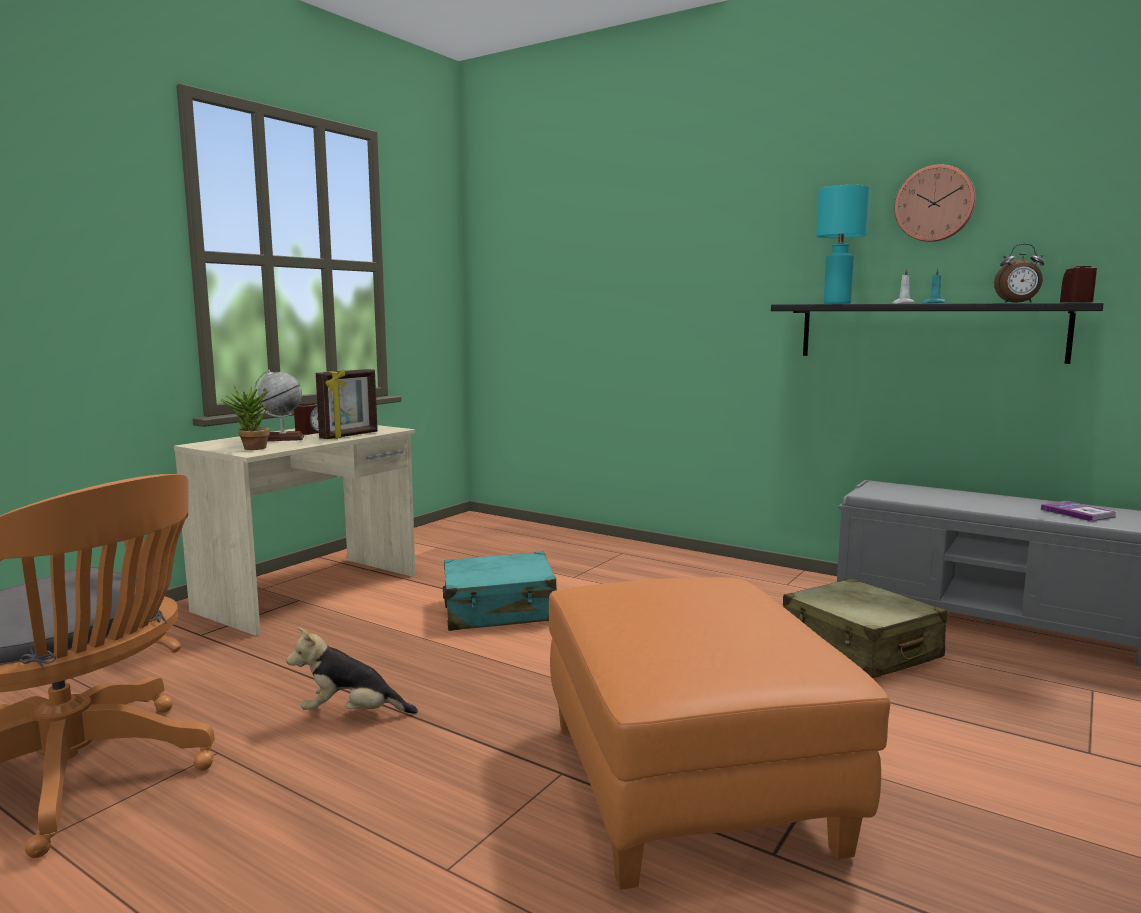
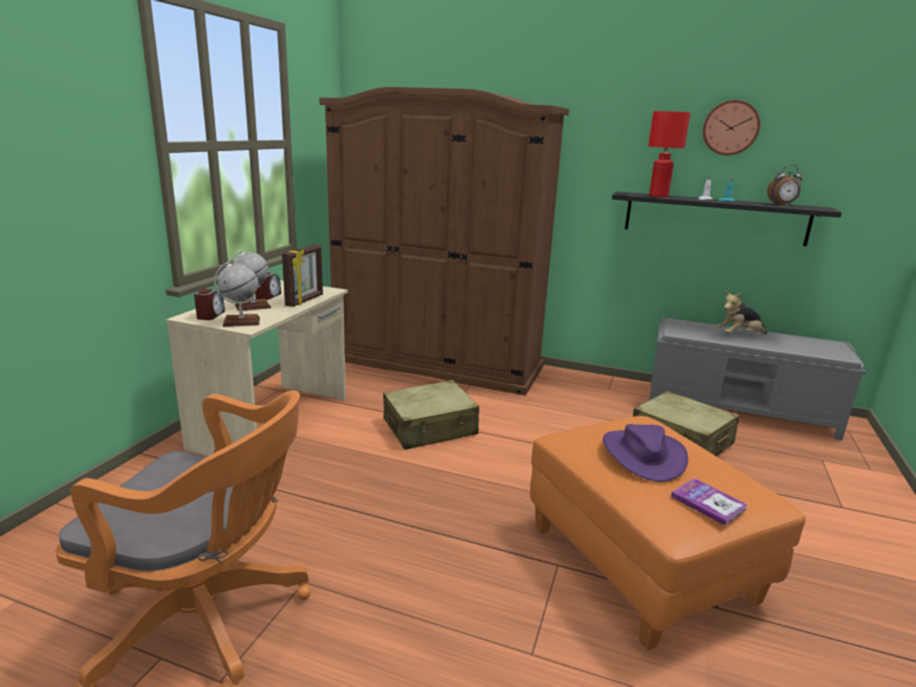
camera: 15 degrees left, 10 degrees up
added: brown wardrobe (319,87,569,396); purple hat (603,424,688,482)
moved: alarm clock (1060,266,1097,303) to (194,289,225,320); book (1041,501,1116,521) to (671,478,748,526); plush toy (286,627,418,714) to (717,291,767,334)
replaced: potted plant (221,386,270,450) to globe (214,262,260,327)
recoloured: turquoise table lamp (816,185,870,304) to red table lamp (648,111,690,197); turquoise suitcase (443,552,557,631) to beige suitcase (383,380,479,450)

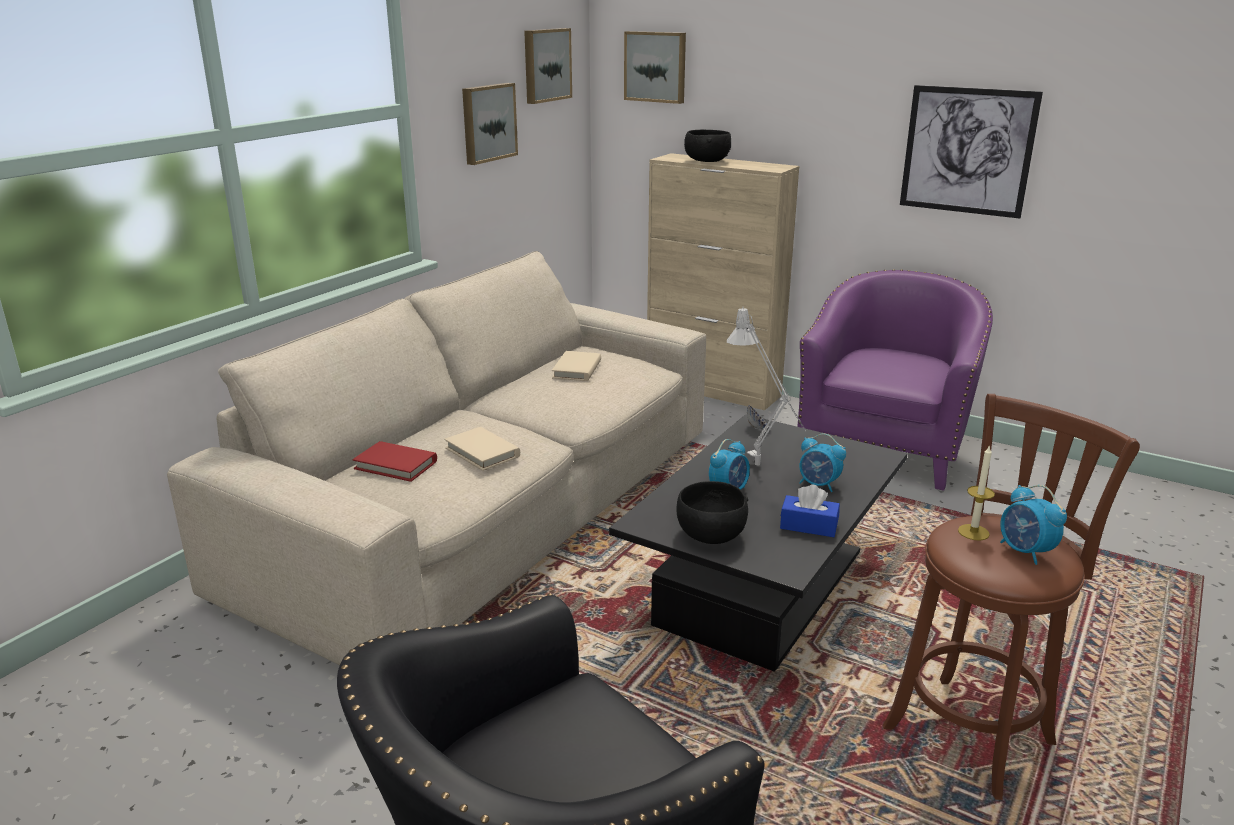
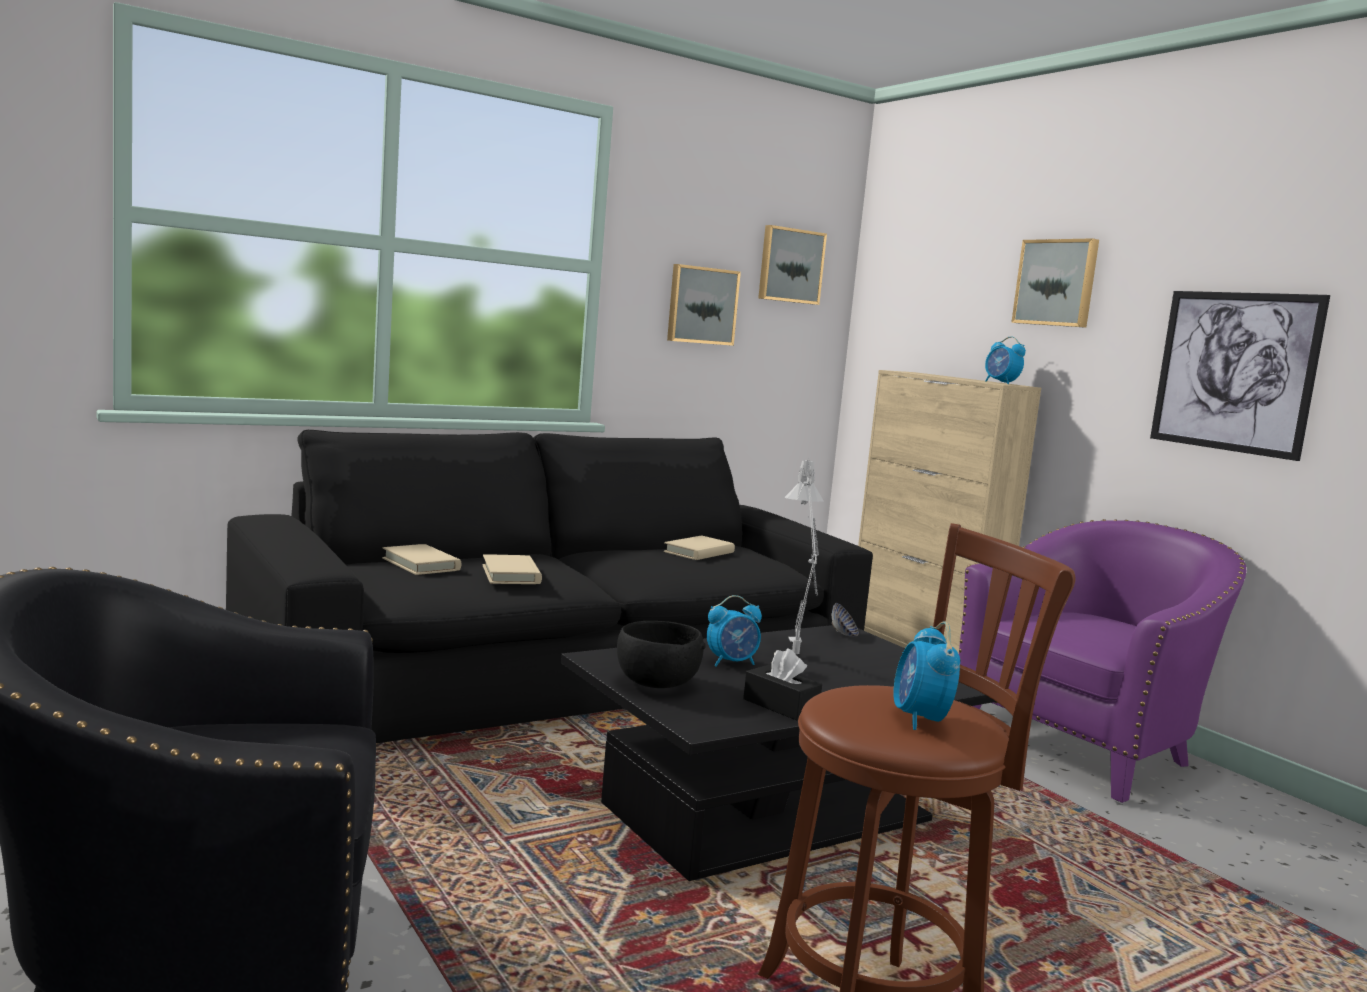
camera: 25 degrees right, 15 degrees down
removed: black bowl (684,130,731,162); candle (958,445,995,541)
moved: picture (624,31,686,104) to (1011,238,1099,328); alarm clock (799,433,846,492) to (985,336,1026,384)
recoloured: beige sofa (167,251,706,665) to black sofa (226,430,873,743); red book (353,441,437,482) to beige book (382,544,462,575); blue tissue box (780,485,840,537) to black tissue box (743,649,822,721)

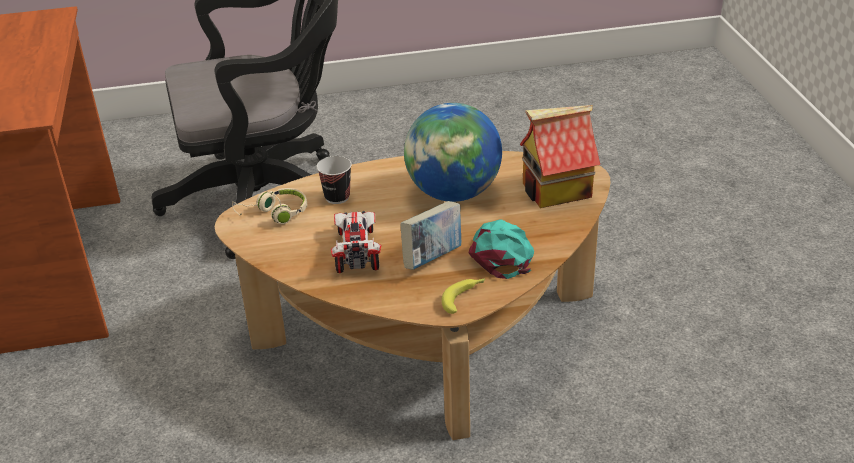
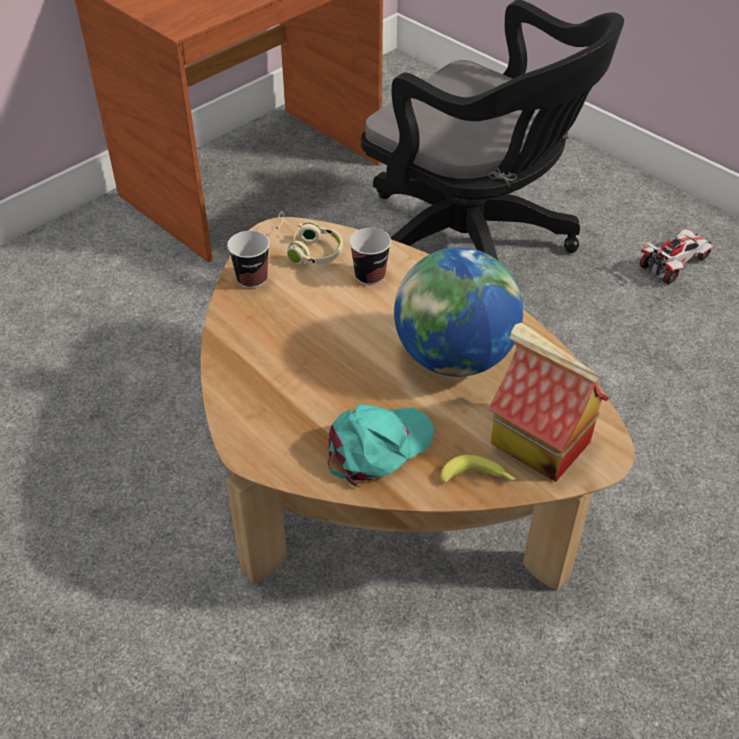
camera: 55 degrees right, 10 degrees up
removed: book (400,201,461,270)
added: cup (227,231,270,289)
moved: toy car (331,210,382,273) to (640,229,714,284); banana (441,278,485,314) to (440,455,516,483)

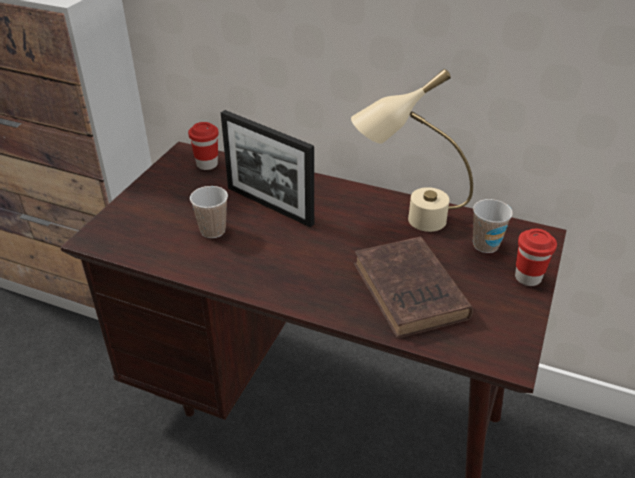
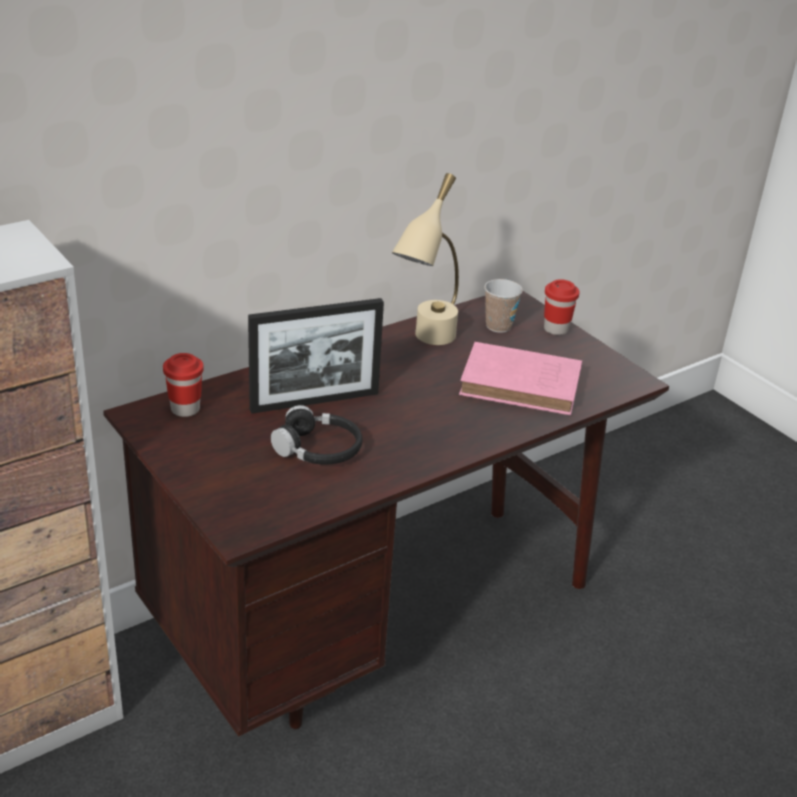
camera: 60 degrees left, 5 degrees down
replaced: cup (190,186,228,238) to black headphones (271,405,362,465)
recoloured: brown book (354,237,474,339) to pink book (459,342,582,416)

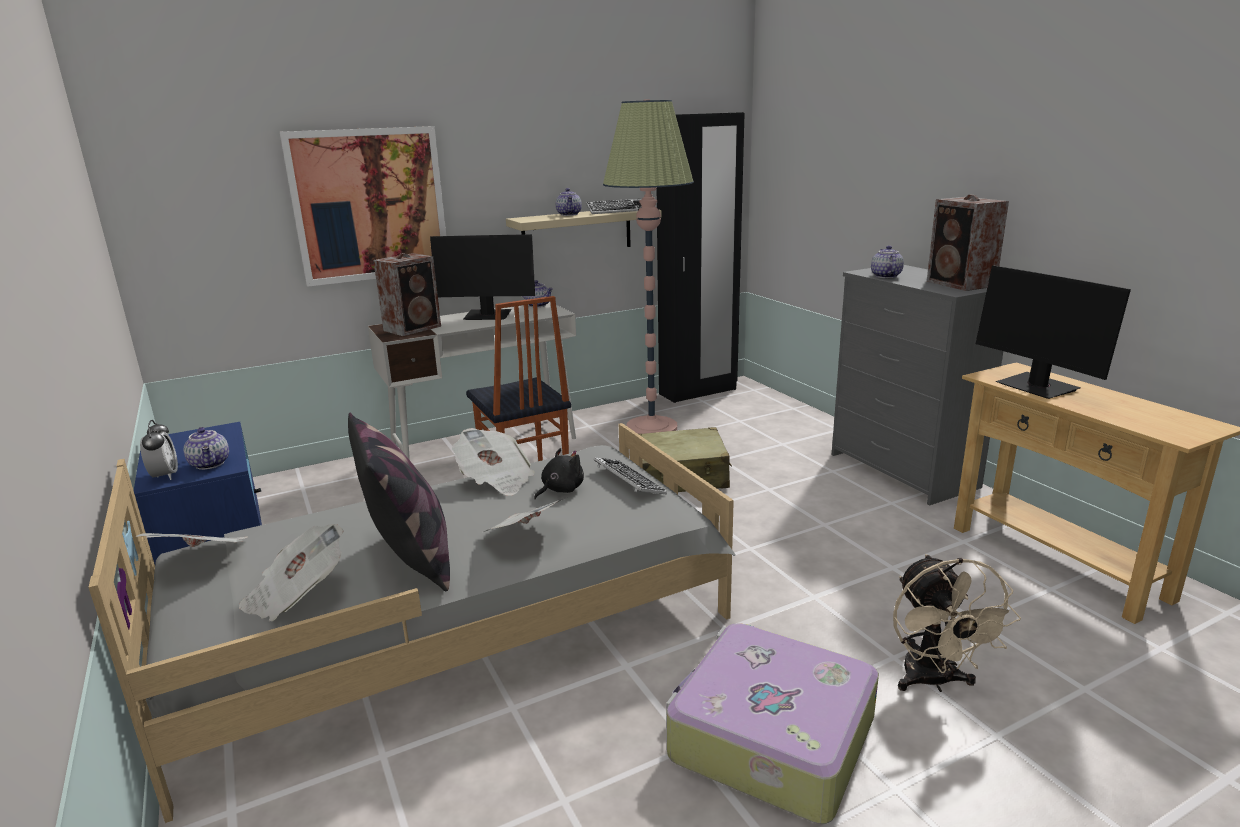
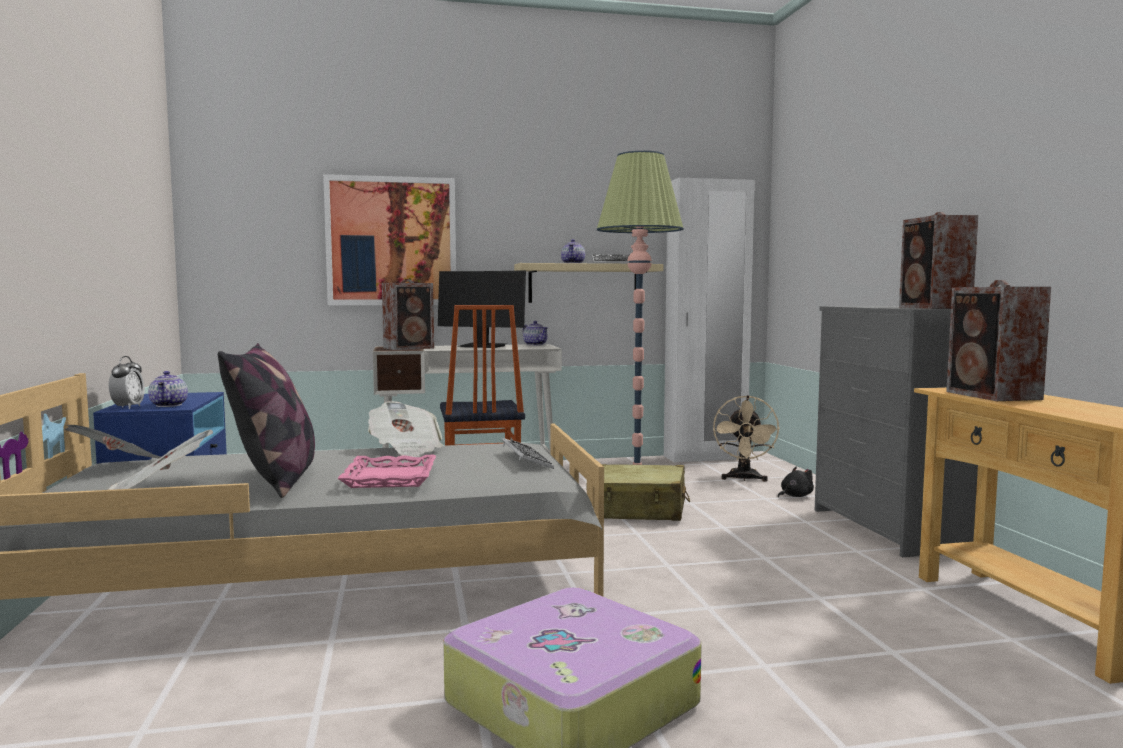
camera: 15 degrees right, 15 degrees down
removed: teapot (871,246,904,278)
moved: black plush toy (534,448,584,500) to (778,466,814,497); beige fan (893,554,1021,692) to (713,395,780,482)
replaced: monitor (976,265,1131,399) to speaker (946,280,1051,401); newspaper (484,497,568,532) to pink tray (337,455,436,488)
recoloured: black wardrobe (657,112,745,403) to white wardrobe (664,178,755,462)

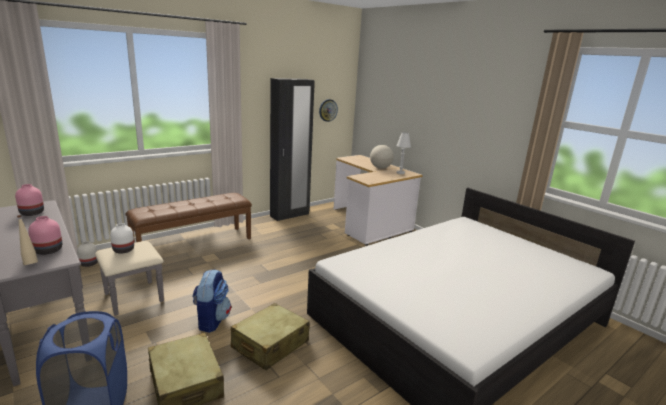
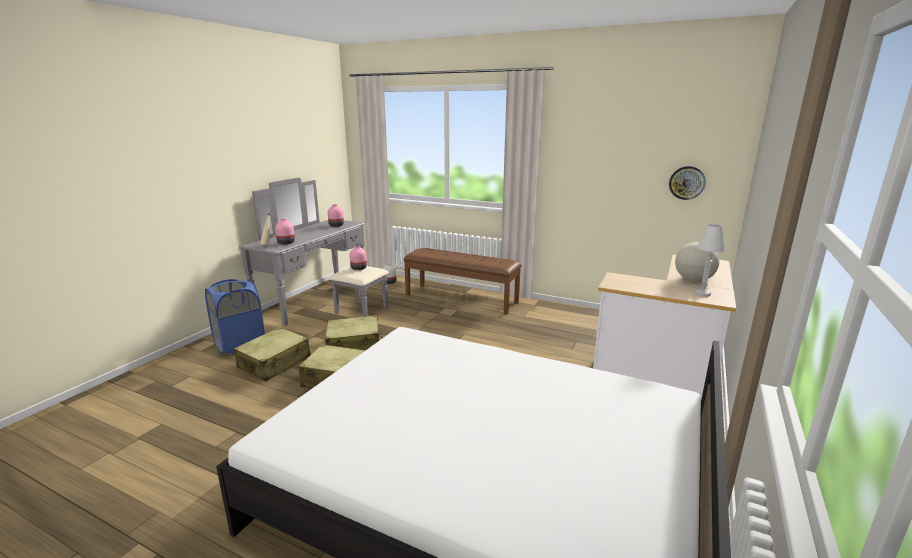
camera: 65 degrees right, 0 degrees up
removed: black wardrobe (270,78,315,221)
replaced: backpack (192,270,231,333) to beige suitcase (325,315,383,350)
recoloured: white vase (110,223,134,254) to pink vase (350,246,367,270)

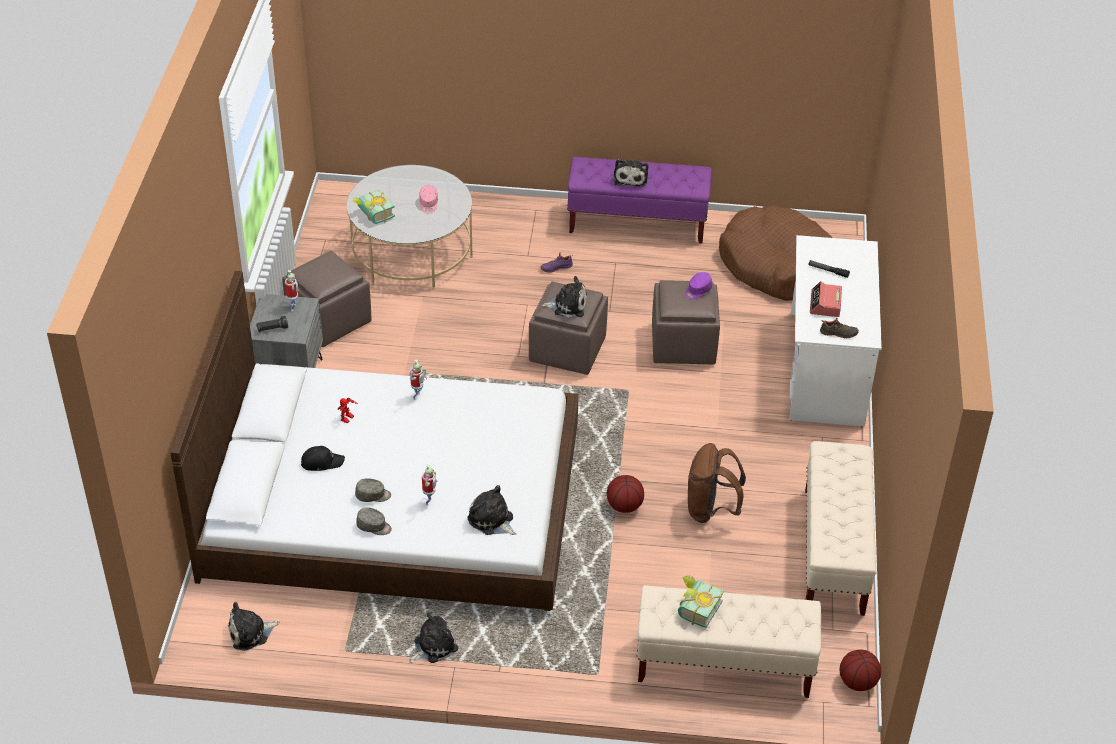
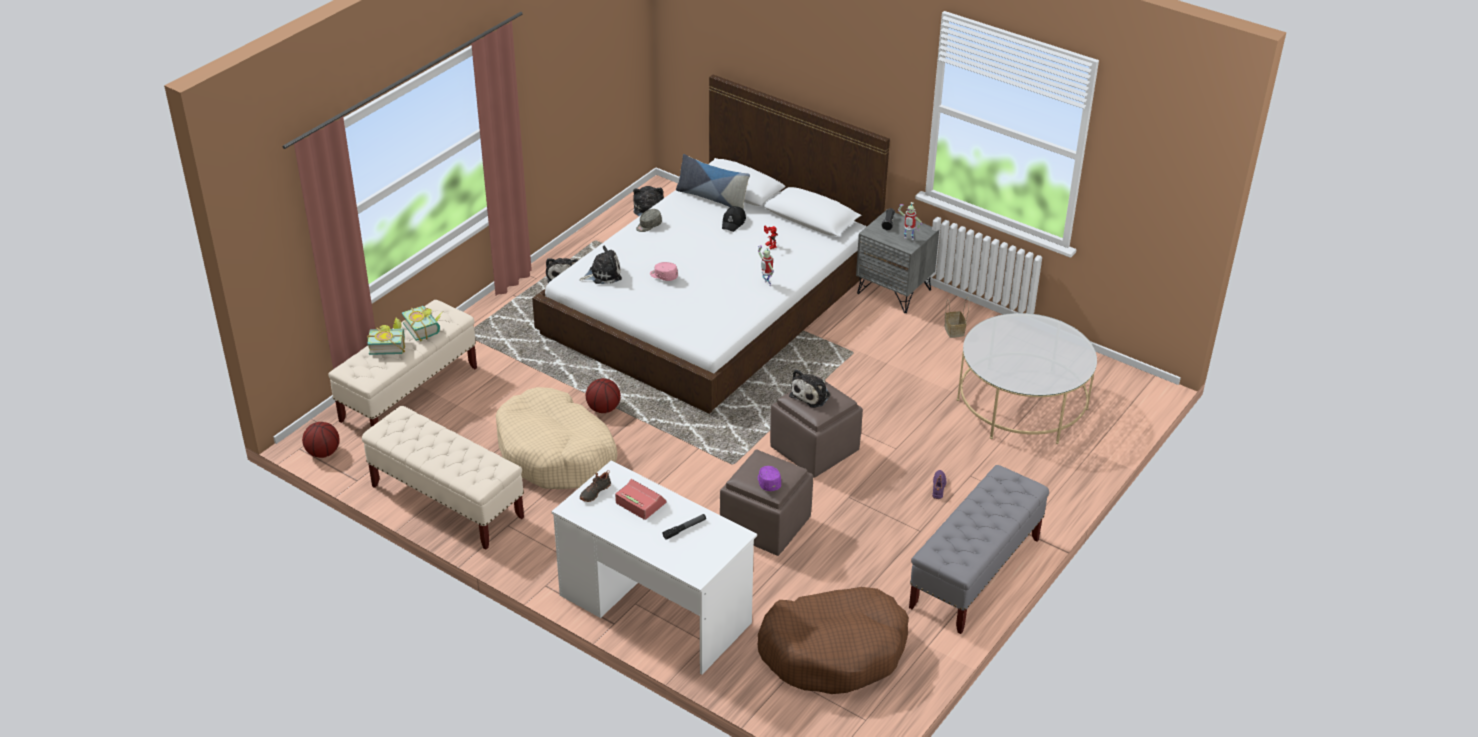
camera: 120 degrees right, 5 degrees down
removed: plush toy (614,159,648,188); toy robot (422,464,438,506); grey cap (355,478,391,502)
added: pillow (676,154,750,210)
moved: pink cap (419,185,438,213) to (650,262,678,281); book (353,190,395,224) to (367,318,405,355)
replaced: brown ottoman (282,251,372,347) to basket (944,297,969,338); brown backpack (688,443,746,523) to beige dog bed (496,387,617,489)
recoloured: purple bench (567,157,712,244) to grey bench (909,465,1049,634)

